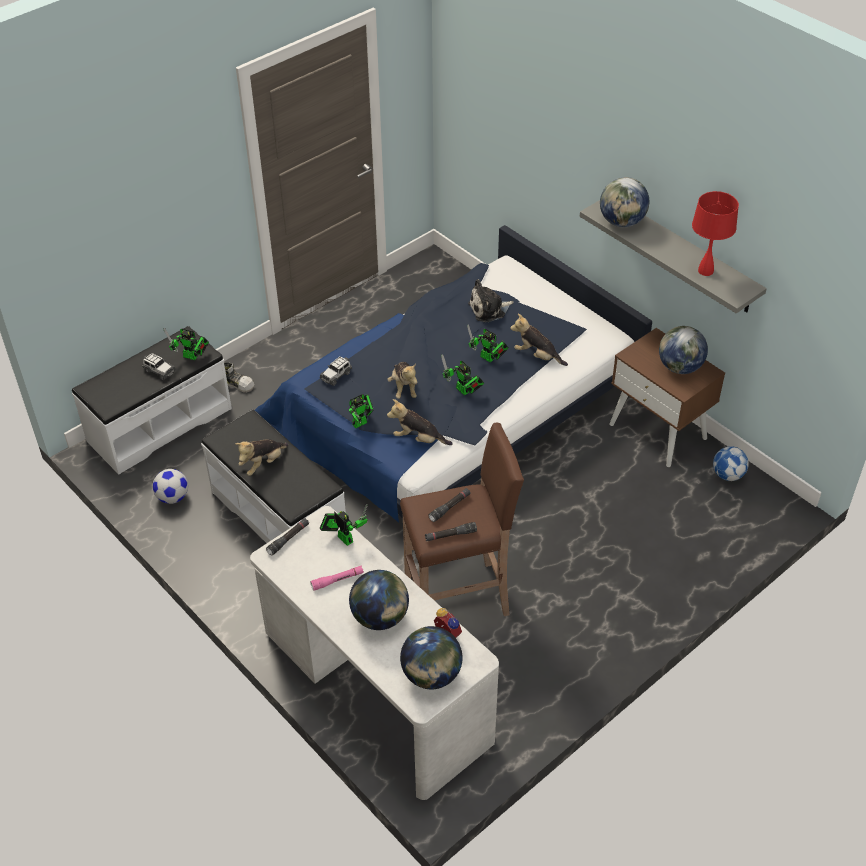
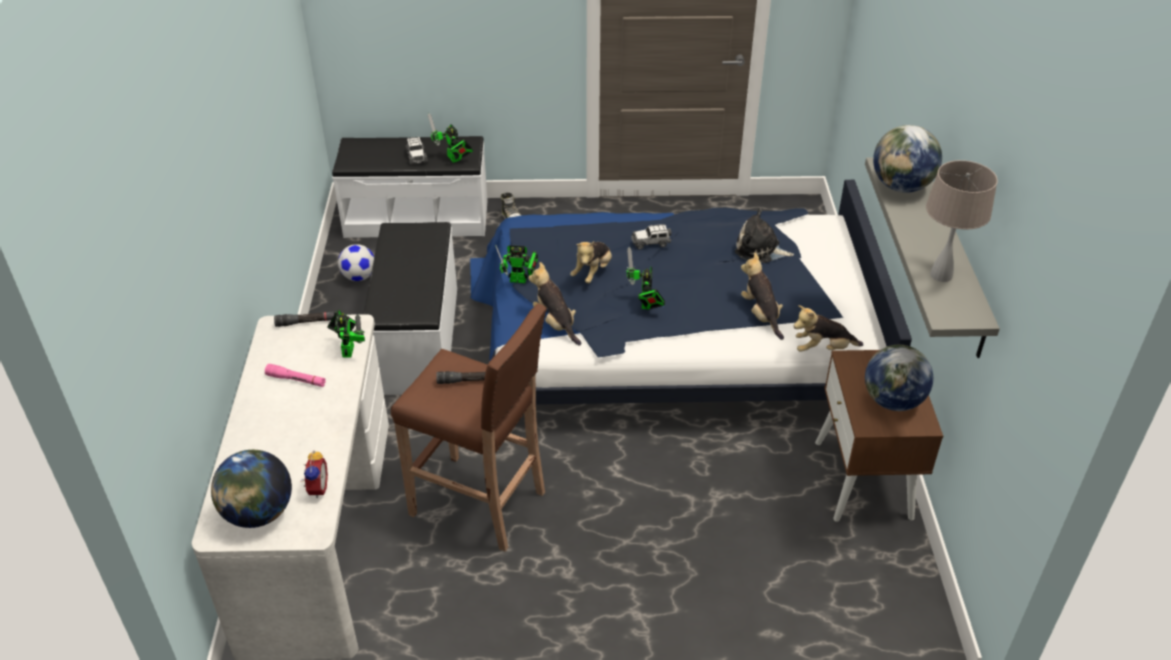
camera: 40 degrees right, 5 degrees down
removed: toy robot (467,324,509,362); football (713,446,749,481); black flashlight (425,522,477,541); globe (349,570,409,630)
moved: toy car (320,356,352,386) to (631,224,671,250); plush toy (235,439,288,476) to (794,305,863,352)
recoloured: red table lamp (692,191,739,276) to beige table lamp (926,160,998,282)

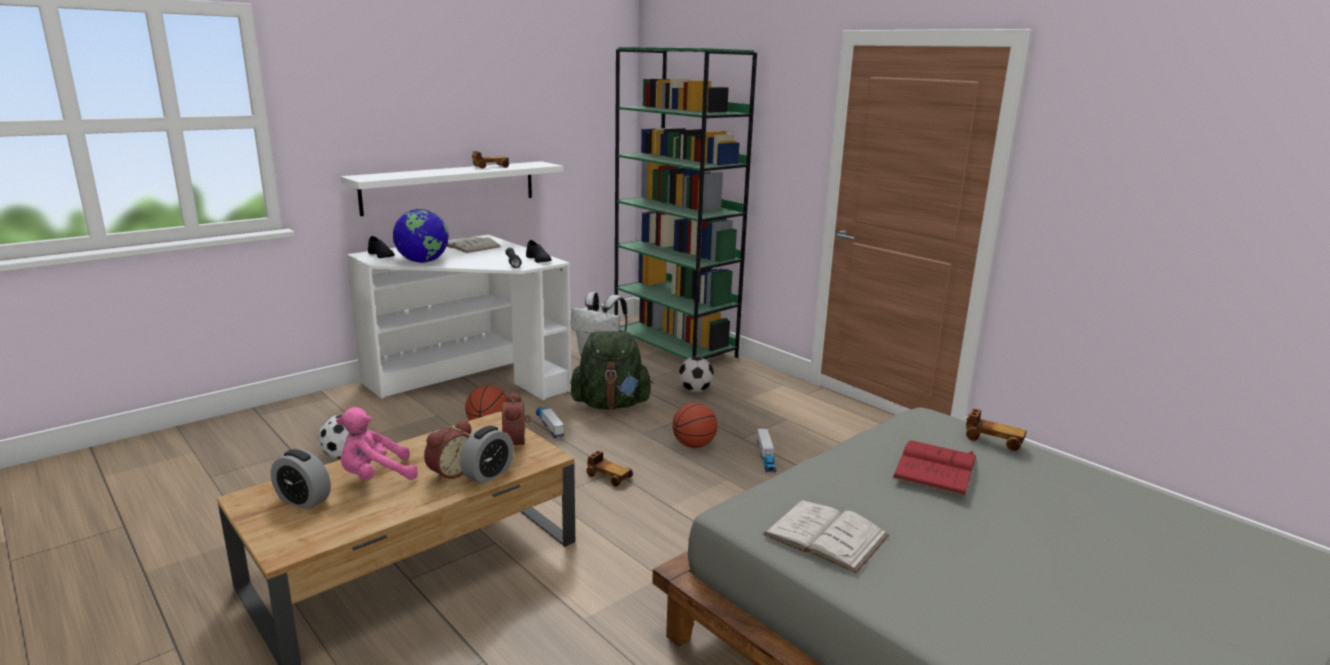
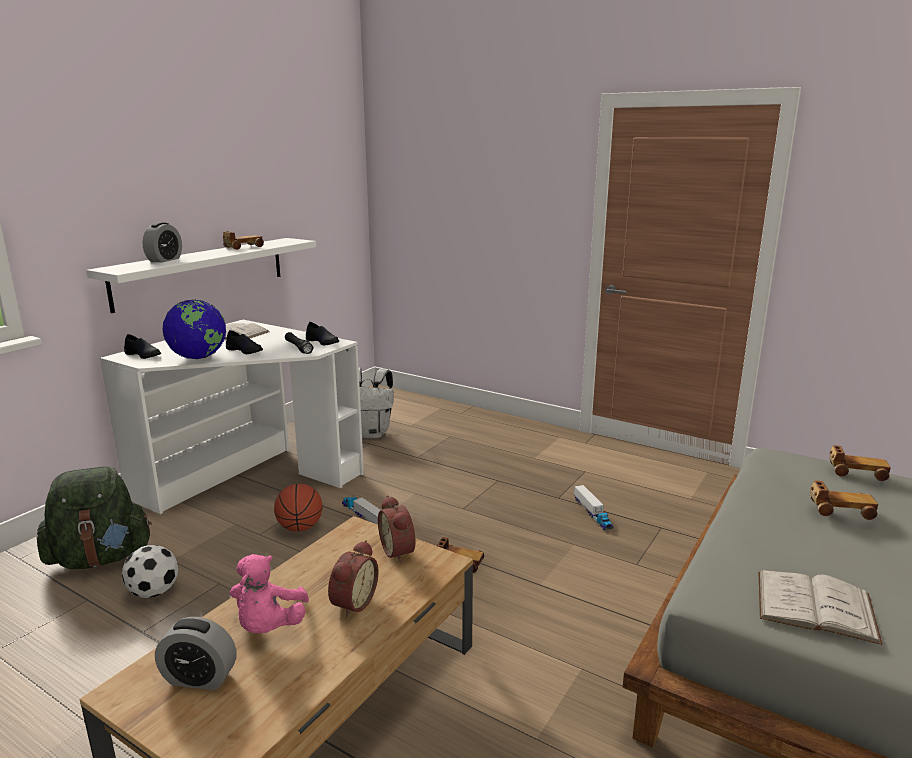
camera: 15 degrees left, 0 degrees up
removed: green bookcase (614,47,757,359); football (678,357,714,392); basketball (672,403,718,448)
added: black shoe (226,330,263,354)
moved: green backpack (570,331,653,410) to (37,466,152,569); alarm clock (460,426,514,484) to (143,222,182,263)
replaced: red book (893,440,977,496) to toy car (810,480,878,520)
turned: pink plush toy (336,407,418,480) = (230,554,309,634) 45 degrees counterclockwise

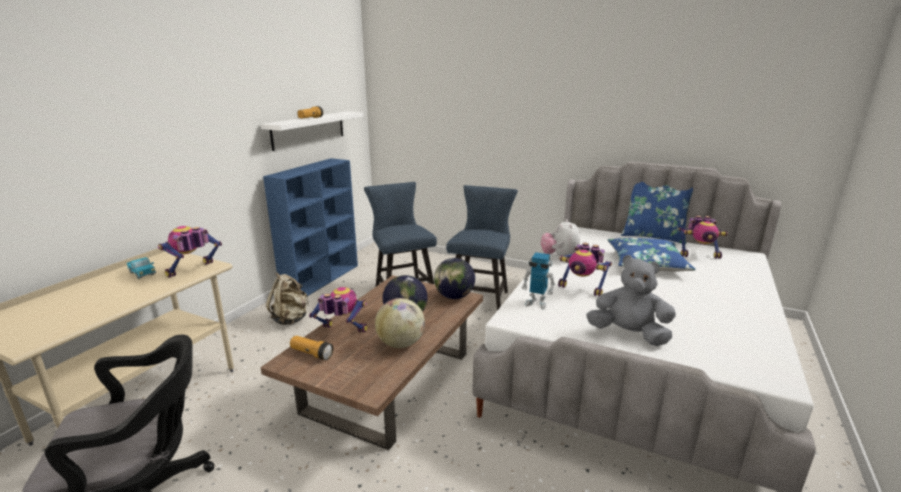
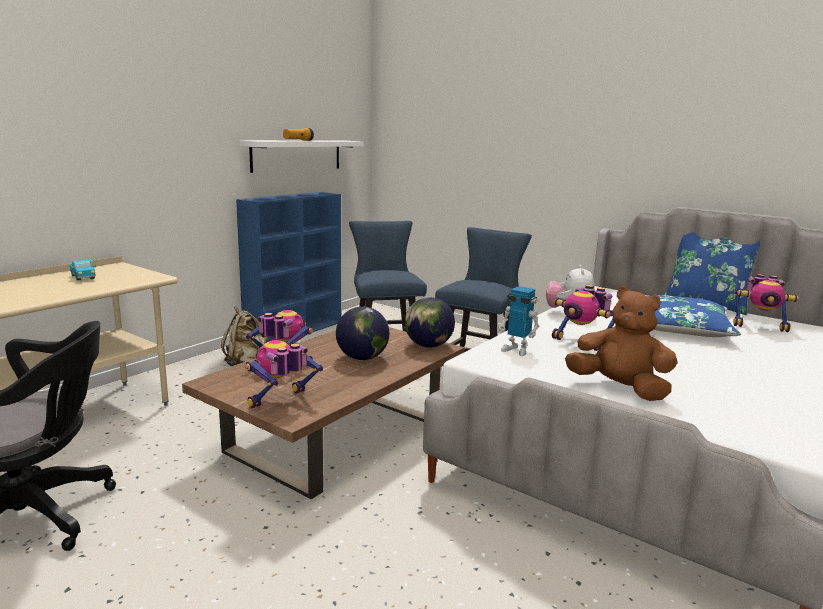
camera: 10 degrees right, 5 degrees down
removed: globe (375,298,425,348); flashlight (290,336,333,360)
moved: toy robot (158,226,222,278) to (245,340,323,408)
recoloured: grey plush toy (586,255,676,346) to brown plush toy (565,287,678,401)

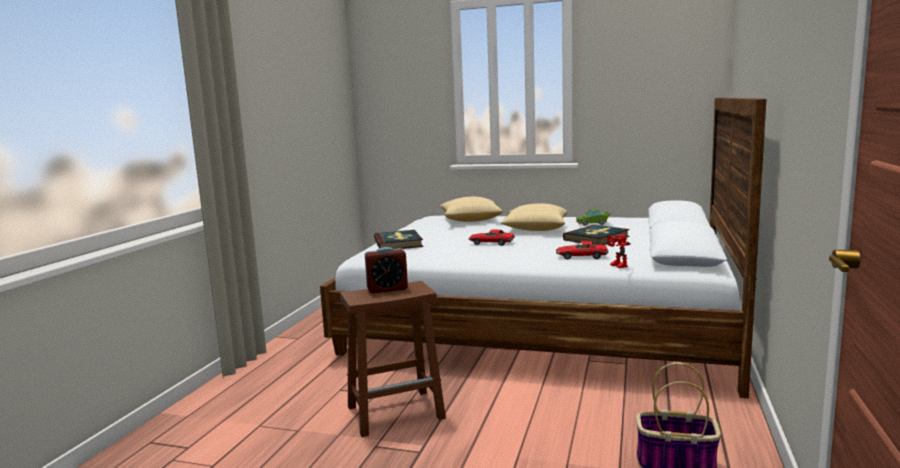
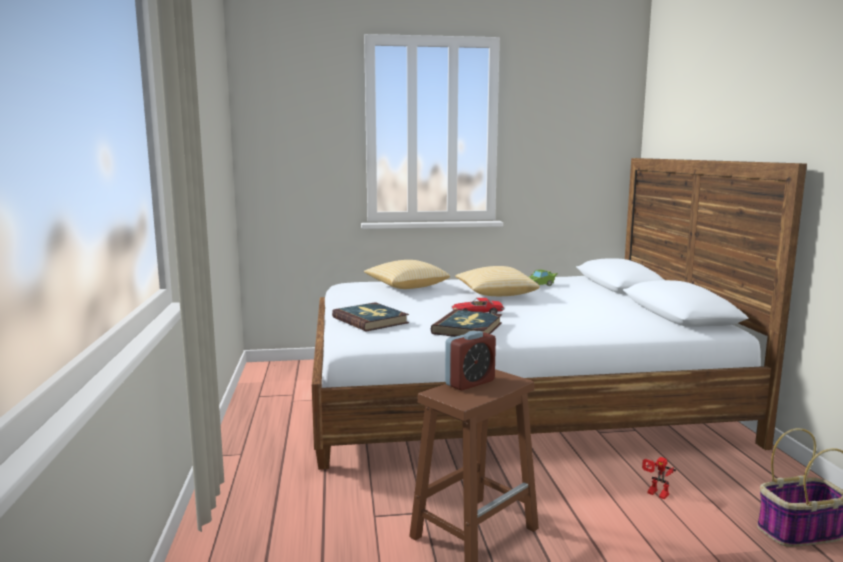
camera: 25 degrees left, 0 degrees up
removed: toy car (556,241,609,259)
moved: book (563,225,630,245) to (431,310,502,337); toy robot (607,235,631,268) to (642,457,676,499)

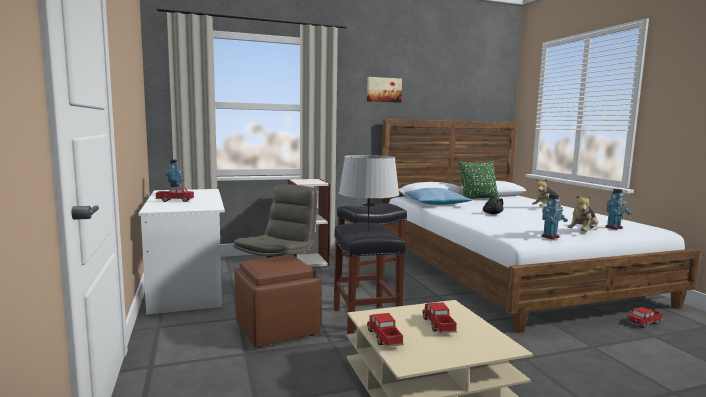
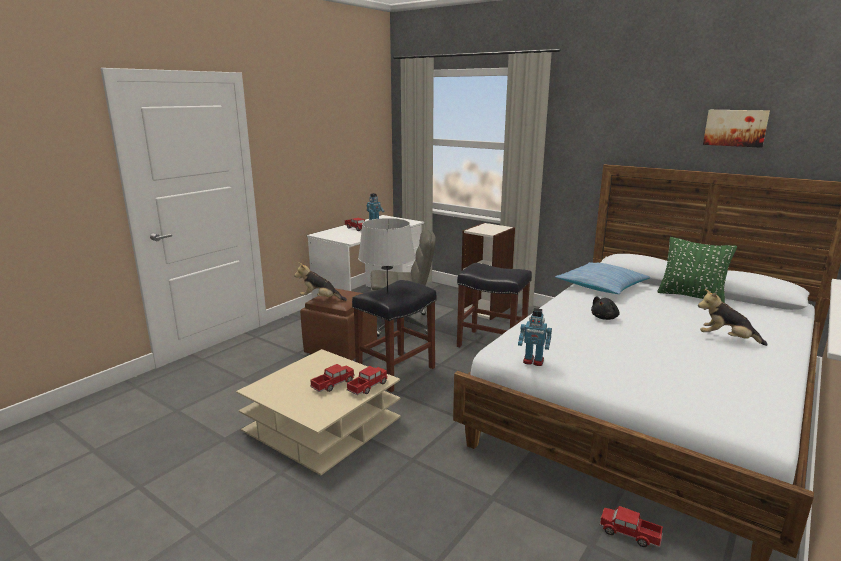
camera: 55 degrees right, 10 degrees up
removed: toy robot (605,189,631,230)
moved: picture (367,77,402,103) to (703,110,770,148); plush toy (567,195,598,231) to (294,263,347,301); toy truck (367,313,404,347) to (346,366,388,395)

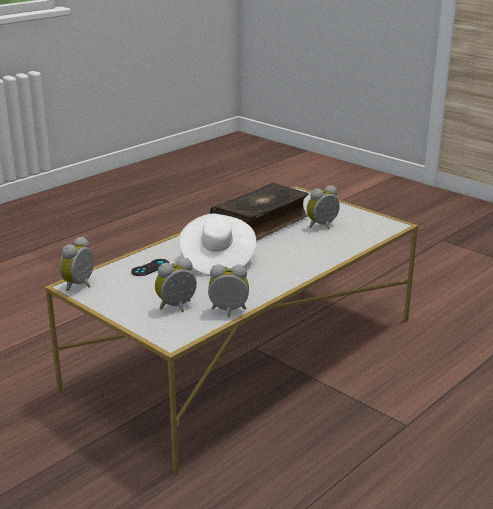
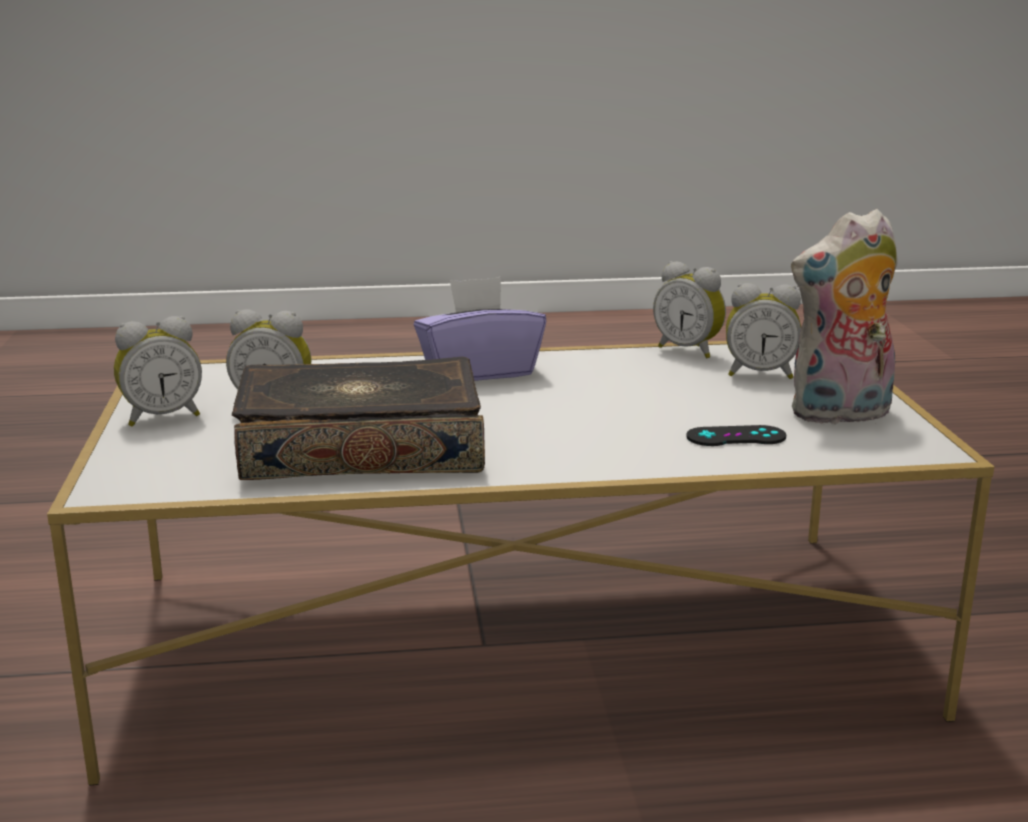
camera: 140 degrees left, 5 degrees down
removed: white hat (179,214,256,275)
added: plush toy (791,209,898,424); purple tissue box (414,277,546,381)
moved: alarm clock (60,236,94,291) to (114,316,202,427)

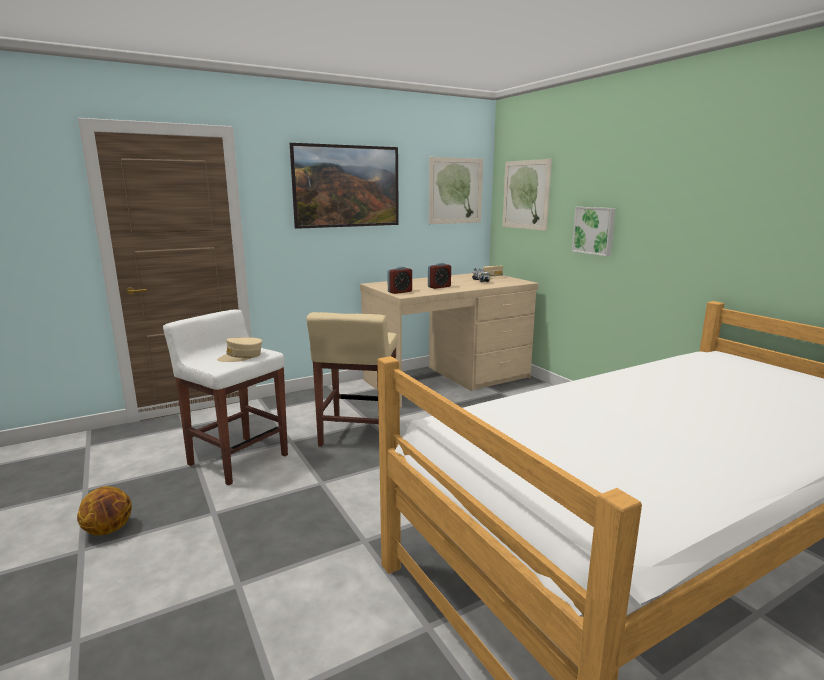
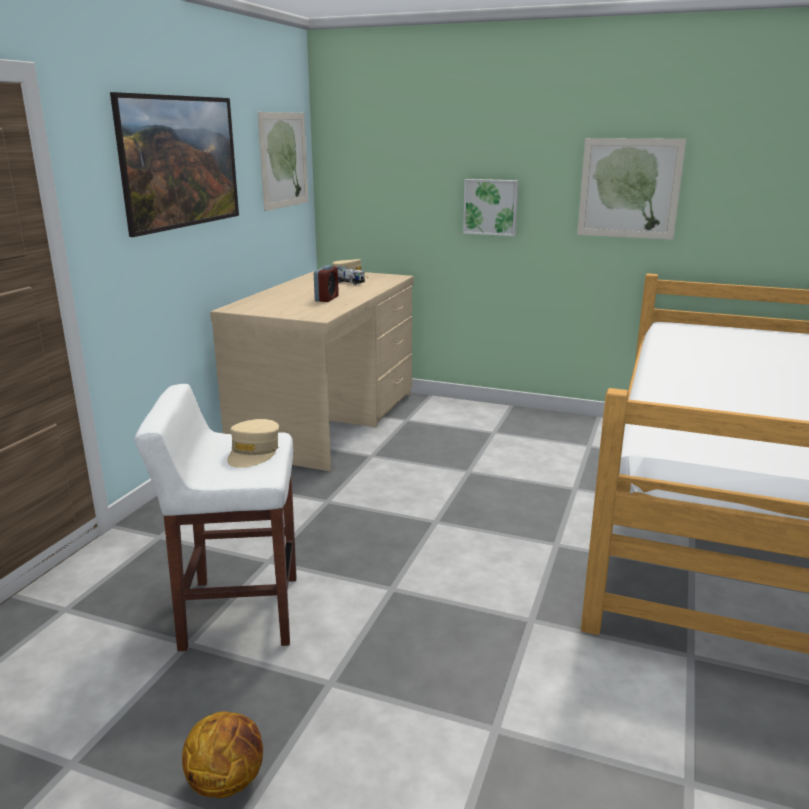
camera: 40 degrees left, 5 degrees up
removed: alarm clock (387,266,412,294); beige stool (306,312,398,447)
moved: picture (502,159,552,231) to (577,138,686,240)

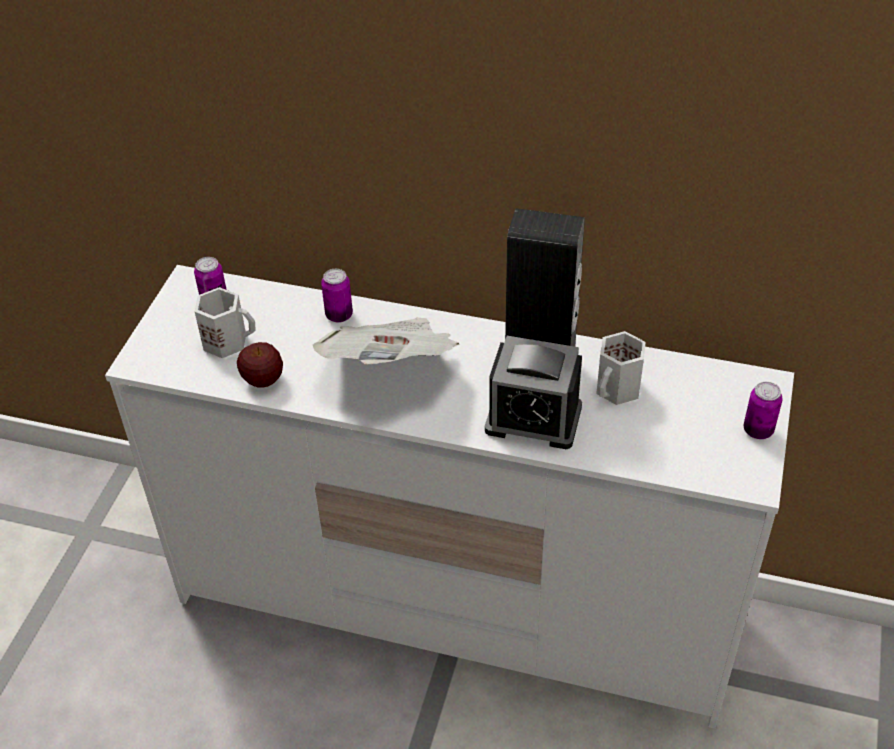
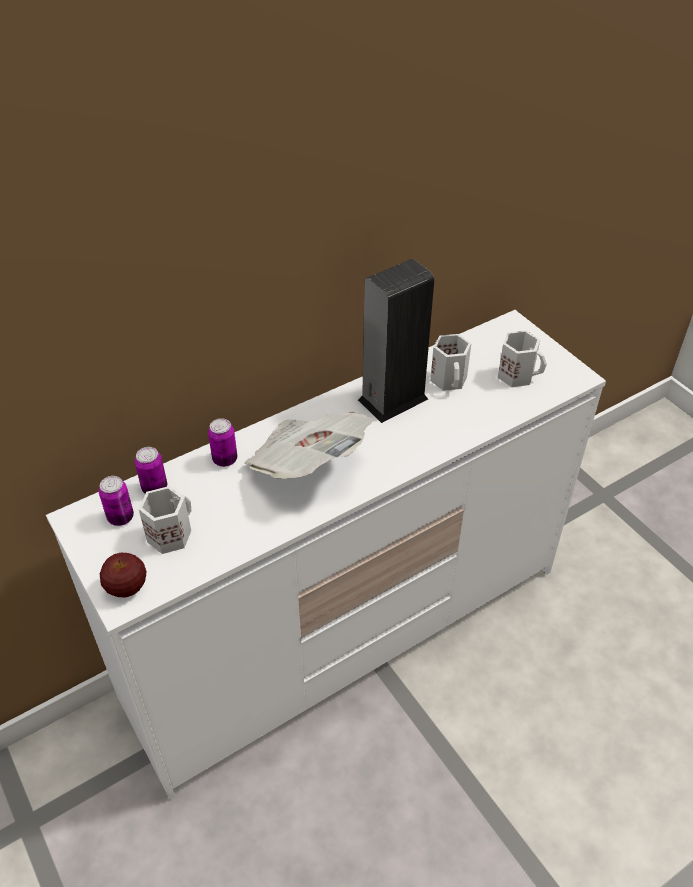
camera: 50 degrees left, 0 degrees up
removed: alarm clock (485,336,582,449)
added: white mug (498,330,547,387)
moved: apple (237,342,283,388) to (100,553,146,597); can (744,382,783,439) to (135,447,167,494)

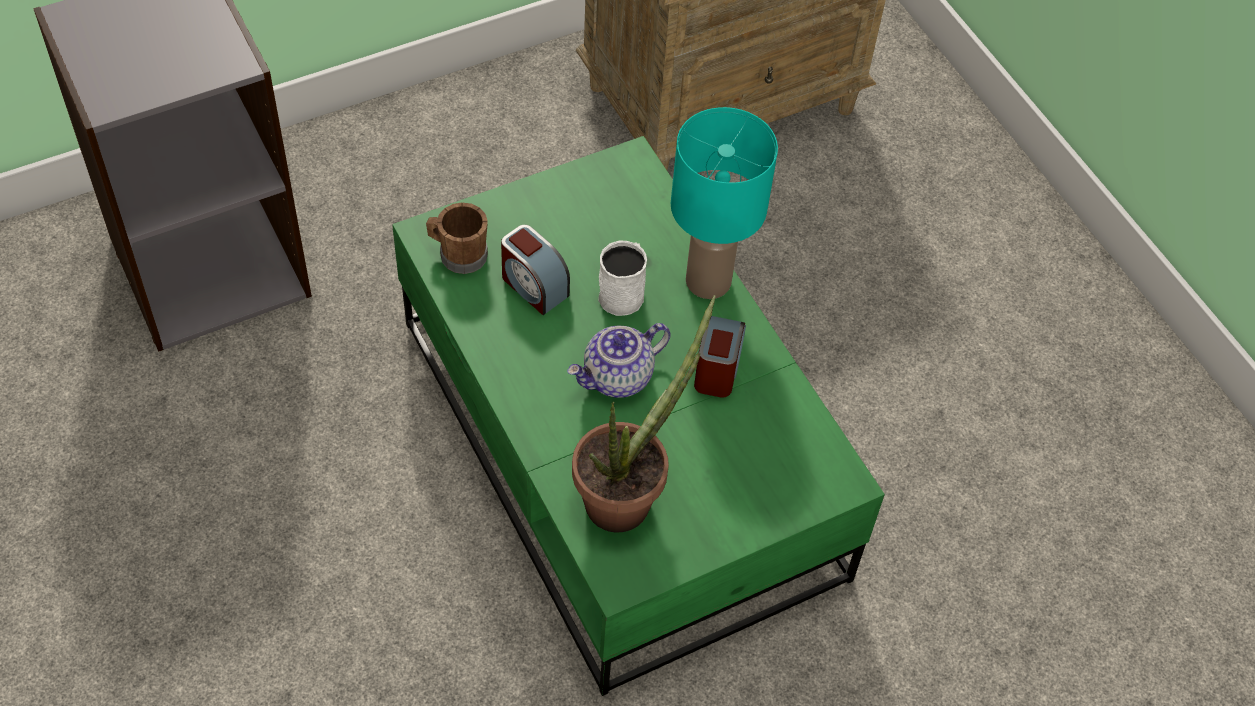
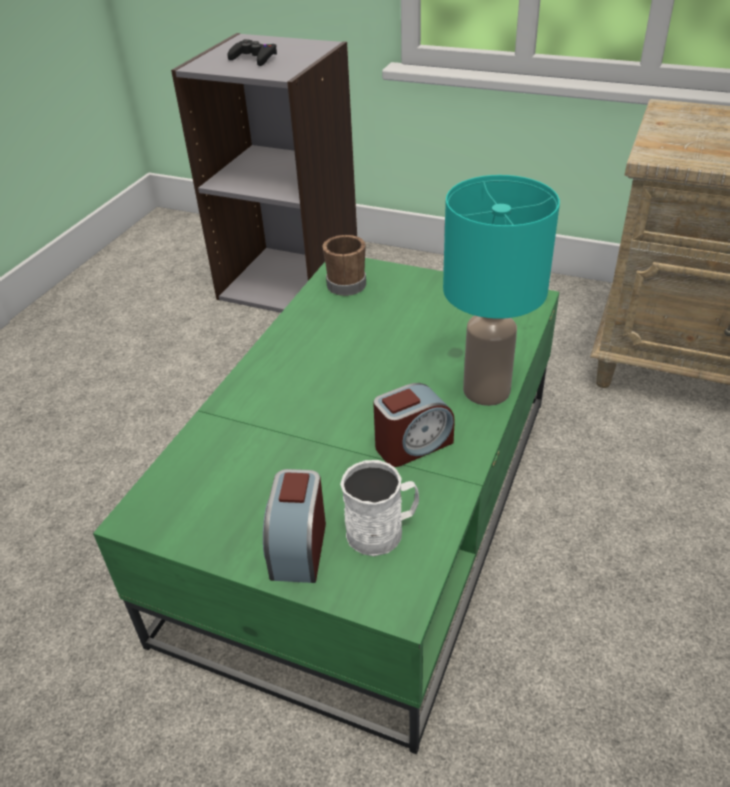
camera: 55 degrees right, 15 degrees down
removed: potted plant (572,295,716,532); teapot (567,323,671,398)
added: black game controller (227,39,277,66)
moved: alarm clock (501,225,570,315) to (263,469,326,583); white mug (598,241,647,316) to (340,460,419,556)

